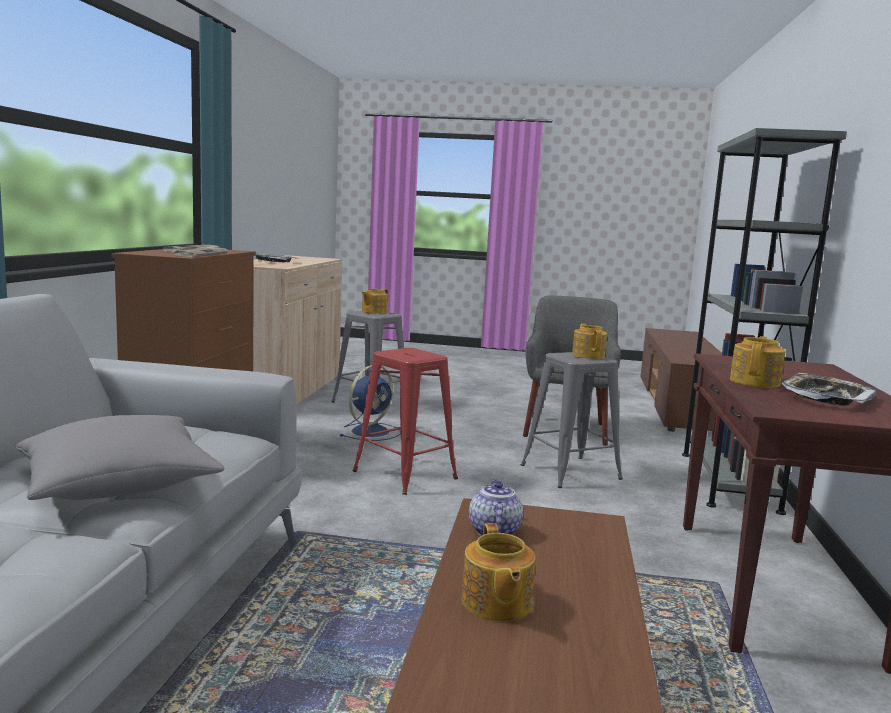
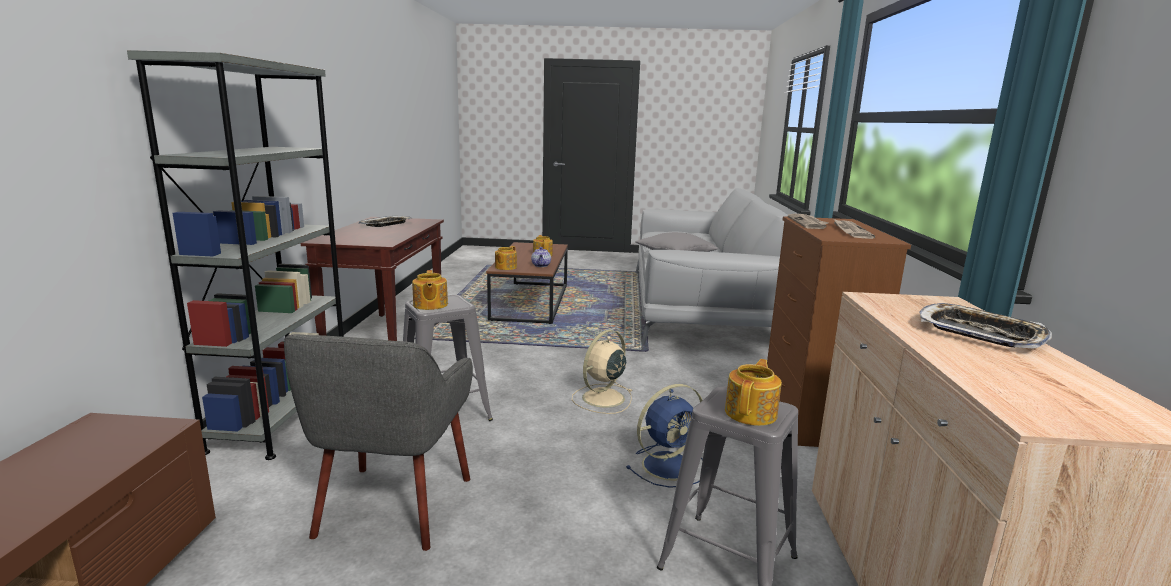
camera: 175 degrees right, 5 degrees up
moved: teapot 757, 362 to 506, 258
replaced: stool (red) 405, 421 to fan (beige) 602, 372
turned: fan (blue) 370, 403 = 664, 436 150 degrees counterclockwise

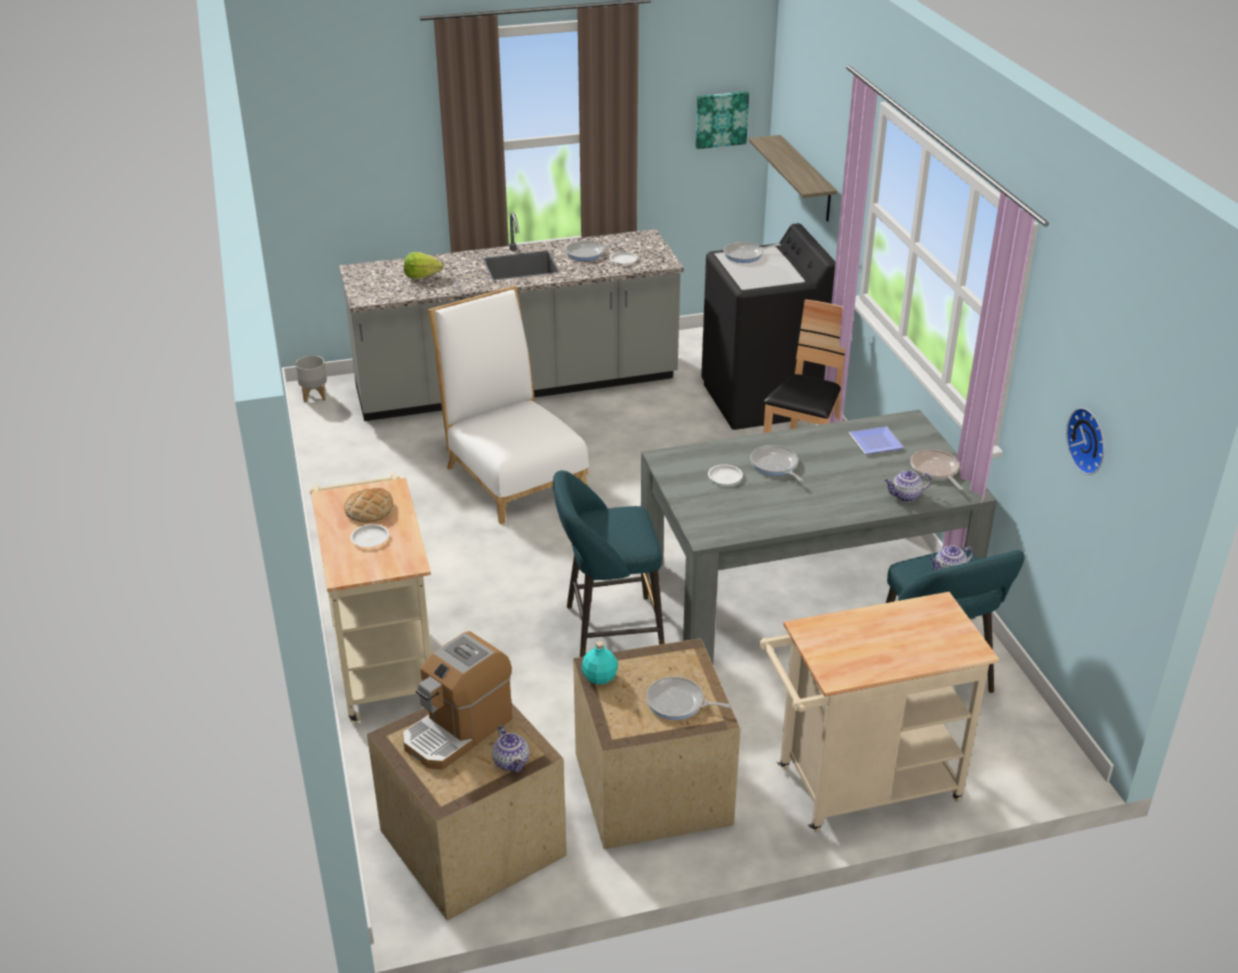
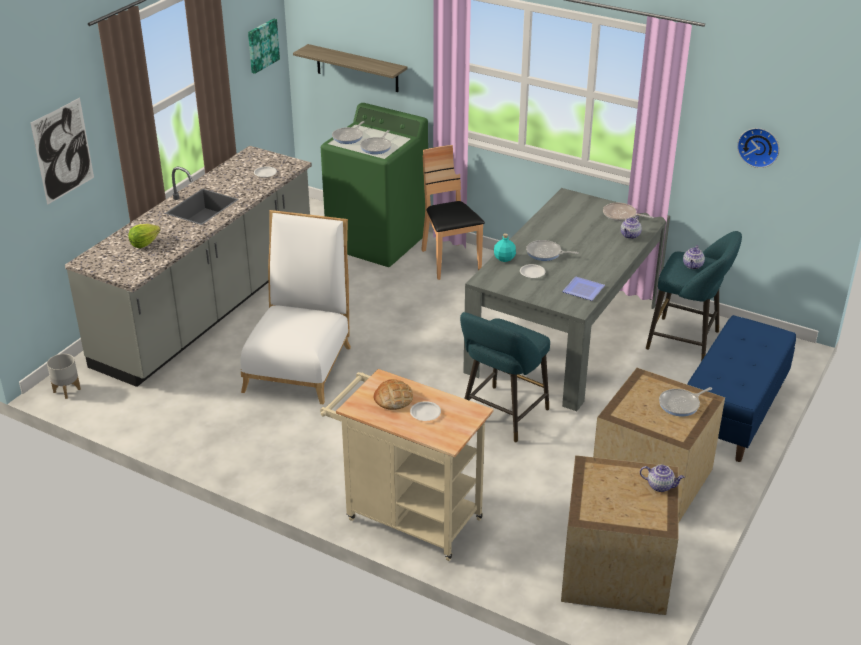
camera: 45 degrees left, 0 degrees up
removed: coffee machine 457, 700
added: picture 62, 151
moved: frying pan 593, 251 to 376, 142; bottle (turquoise) 599, 663 to 505, 247; plate 876, 440 to 583, 288
replaced: cart (beige) 879, 712 to bench (blue) 741, 388
recoloured: washing machine (black) 768, 326 to washing machine (green) 374, 185
turned: chair (white) 508, 405 = 296, 307 90 degrees clockwise

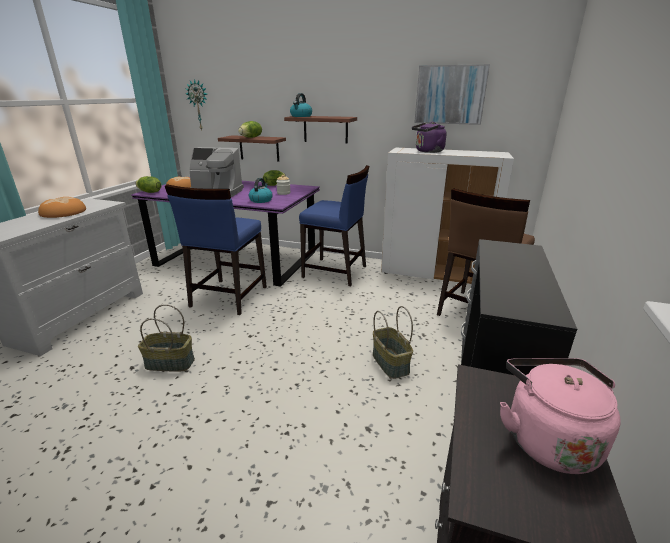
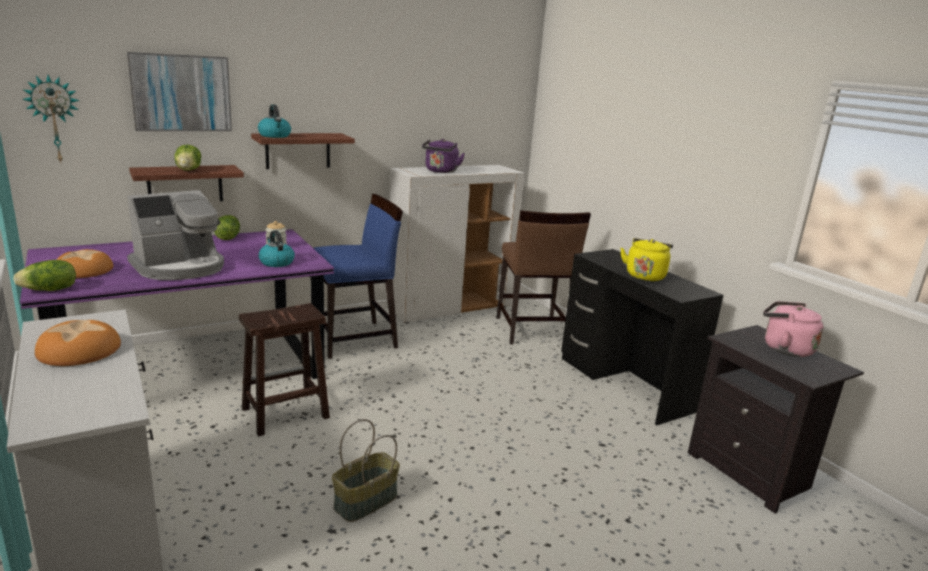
camera: 50 degrees left, 5 degrees down
removed: basket 393, 342
added: kettle (yellow) 647, 259
moved: picture 452, 94 to 179, 91
replaced: chair (blue) 216, 249 to stool (brown) 284, 369

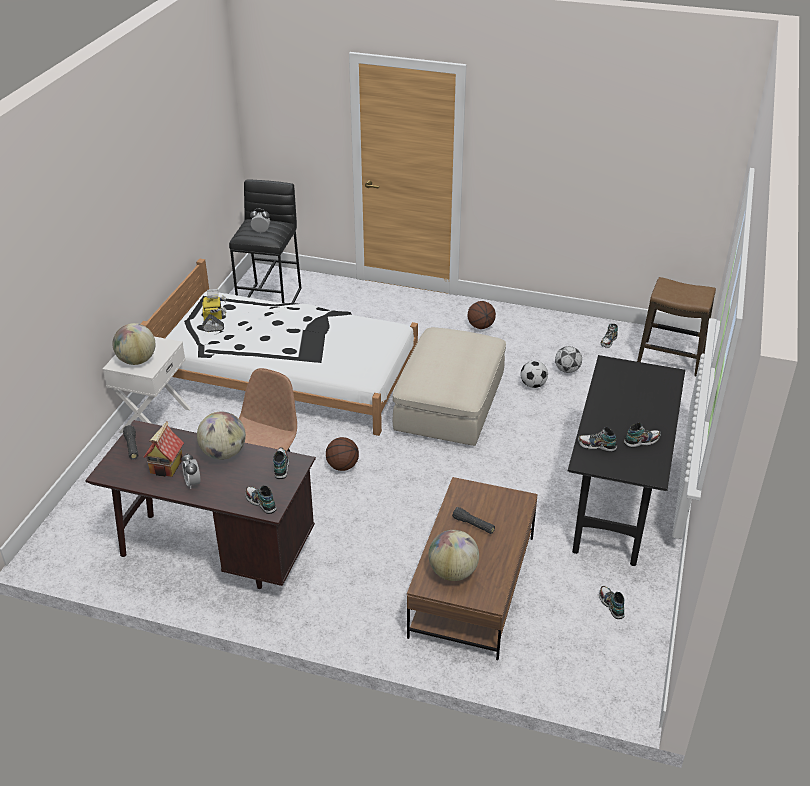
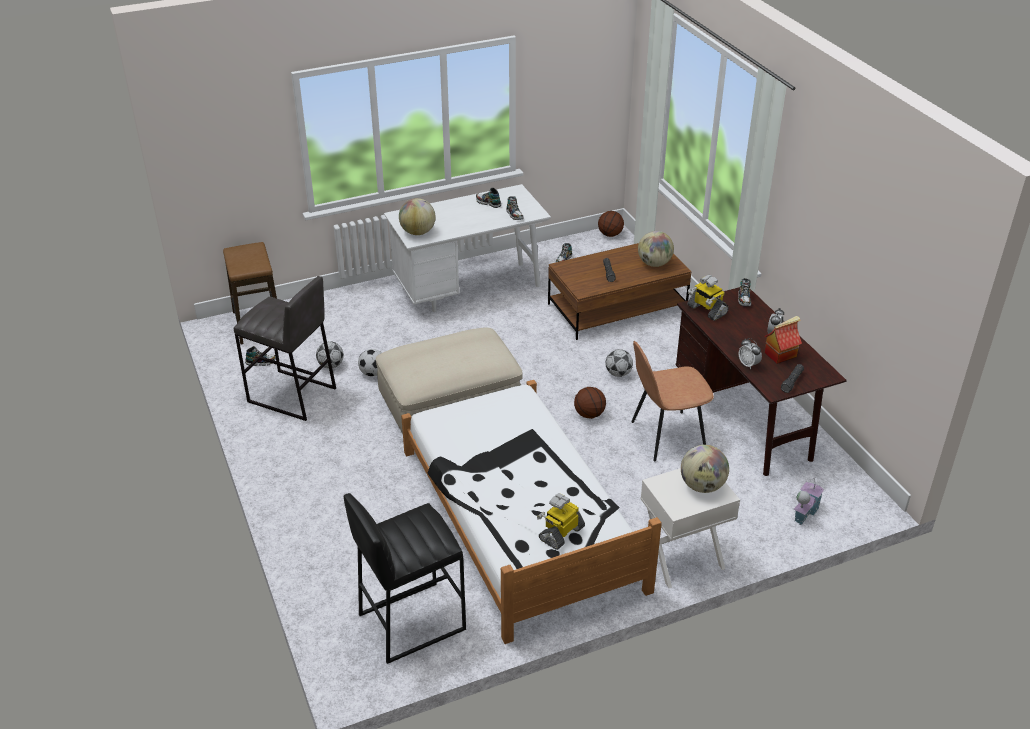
camera: 130 degrees left, 0 degrees up
added: stool (grey) 285, 348; football 619, 363; toy house 809, 501
moved: globe 221, 436 to 417, 216; alarm clock 260, 221 to 750, 353; basketball 482, 315 to 611, 224
replaced: shoe 281, 463 to toy robot 708, 298
recoloured: desk (black) 626, 460 to desk (white) 467, 248

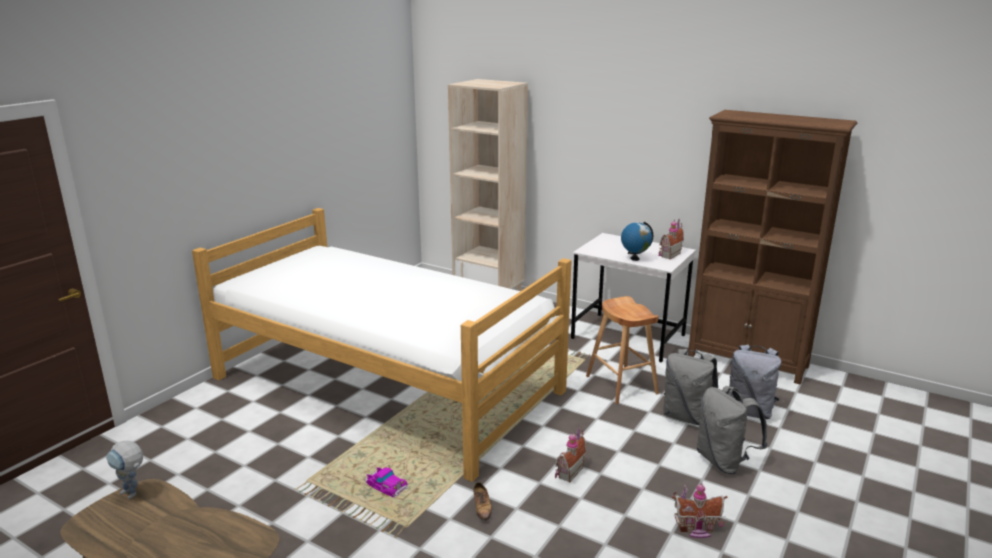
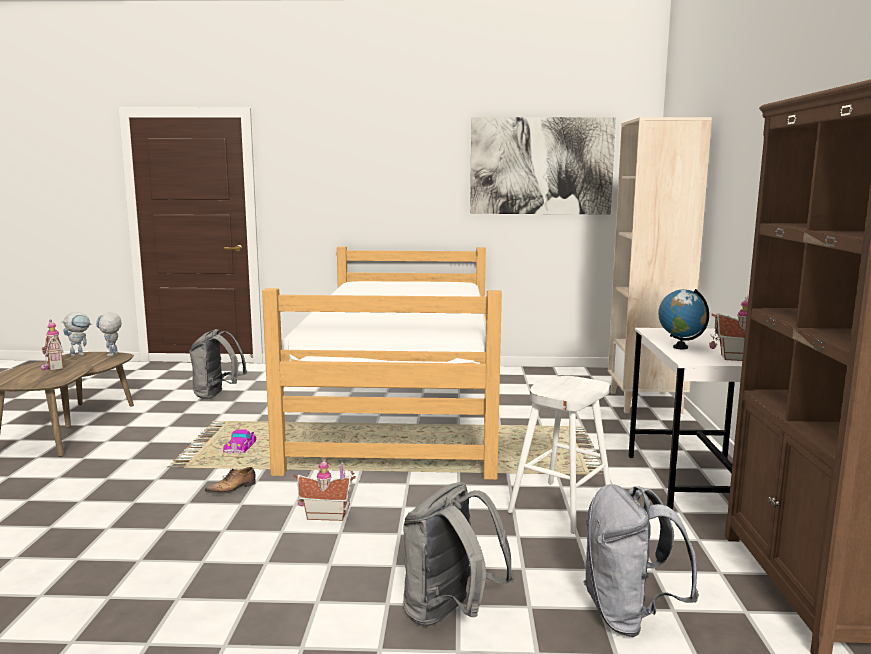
camera: 60 degrees right, 10 degrees down
added: toy robot 76, 334; picture 543, 165
moved: backpack (grey) 690, 387 to 218, 364; toy house 700, 510 to 52, 344
recoloured: stool (brown) 622, 350 to stool (white) 559, 455

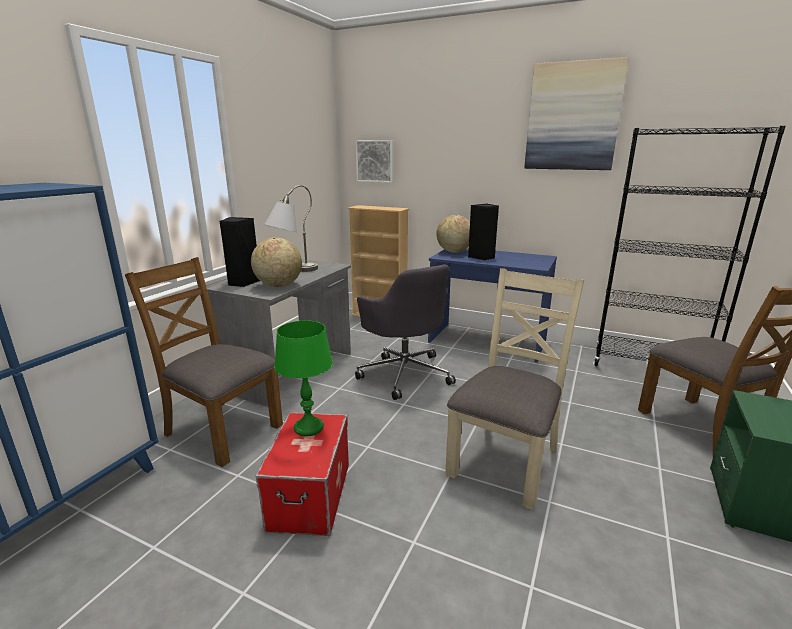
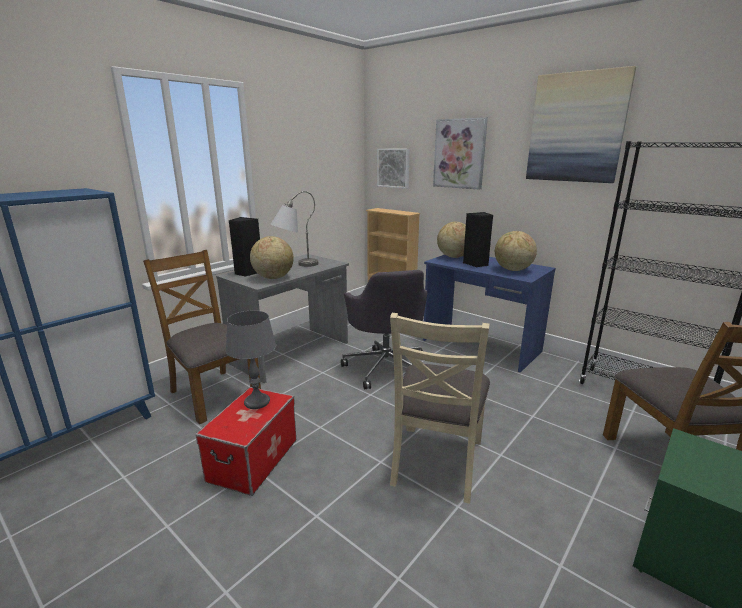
camera: 15 degrees right, 0 degrees up
added: picture 460, 153; globe 516, 251
recoloured: table lamp (green) 303, 378 to table lamp (grey) 251, 360
turned: chair (beige) 514, 389 = 440, 408 150 degrees clockwise

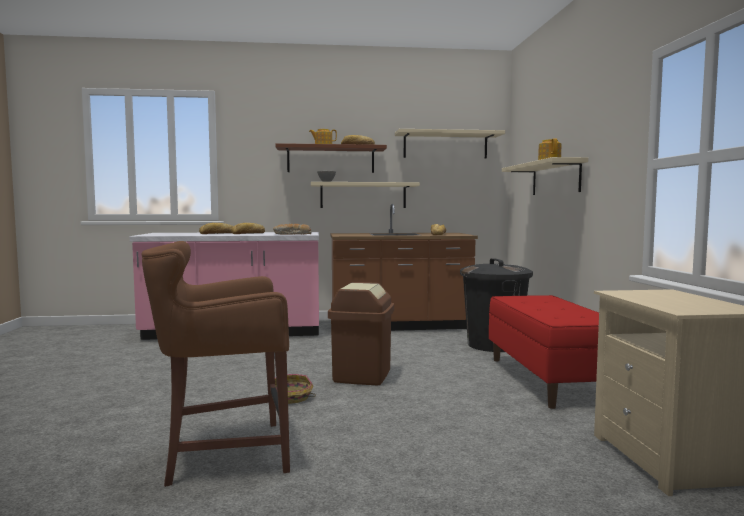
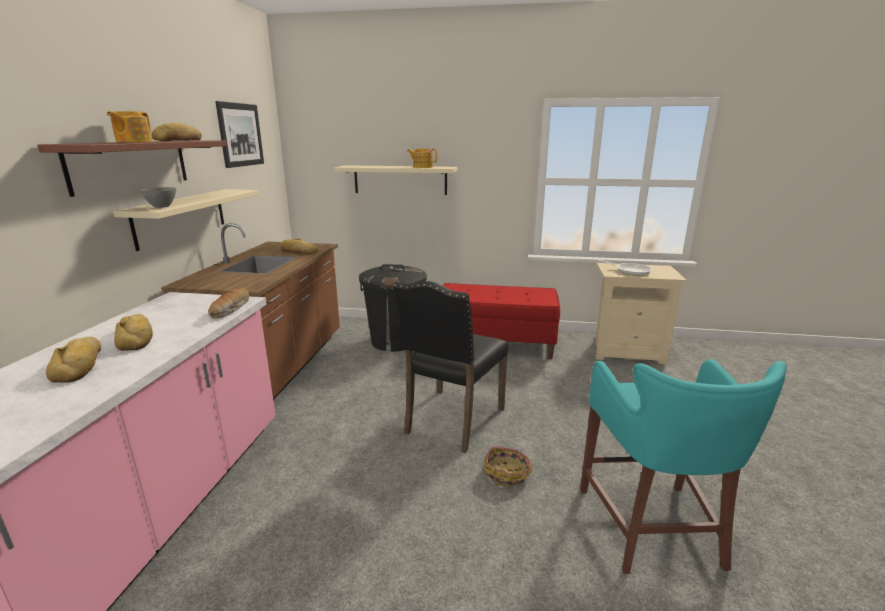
camera: 75 degrees left, 15 degrees up
added: frying pan 623, 267
replaced: trash can (brown) 361, 333 to chair (black) 450, 367; shelf (beige) 450, 144 to picture 239, 134
recoloured: stool (brown) 215, 364 to stool (turquoise) 683, 466

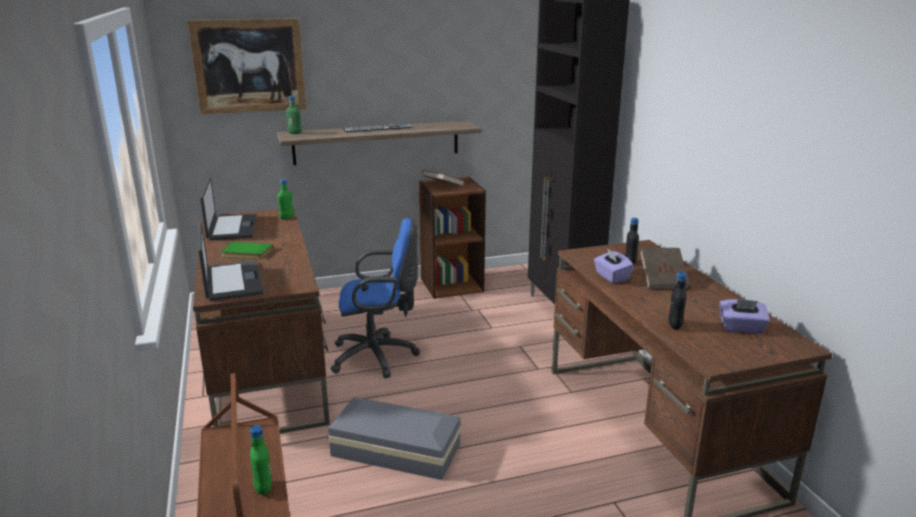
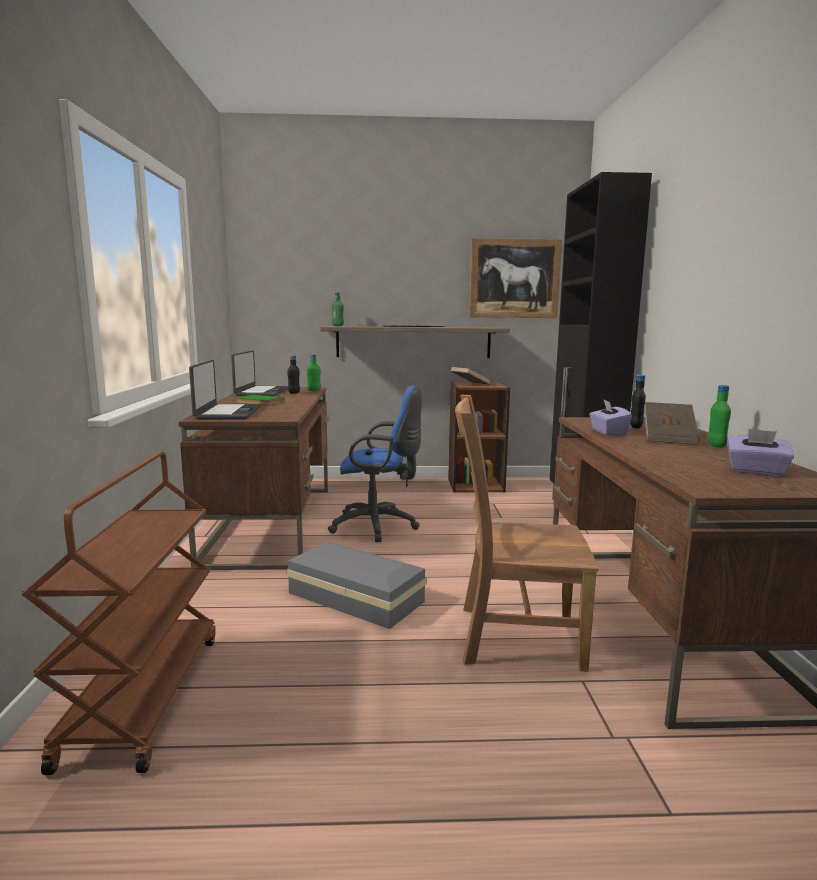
camera: 15 degrees right, 10 degrees down
added: chair (brown) 527, 533
moved: picture 246, 66 to 515, 278; bottle (green) 261, 460 to 719, 416; bottle (black) 678, 301 to 293, 374

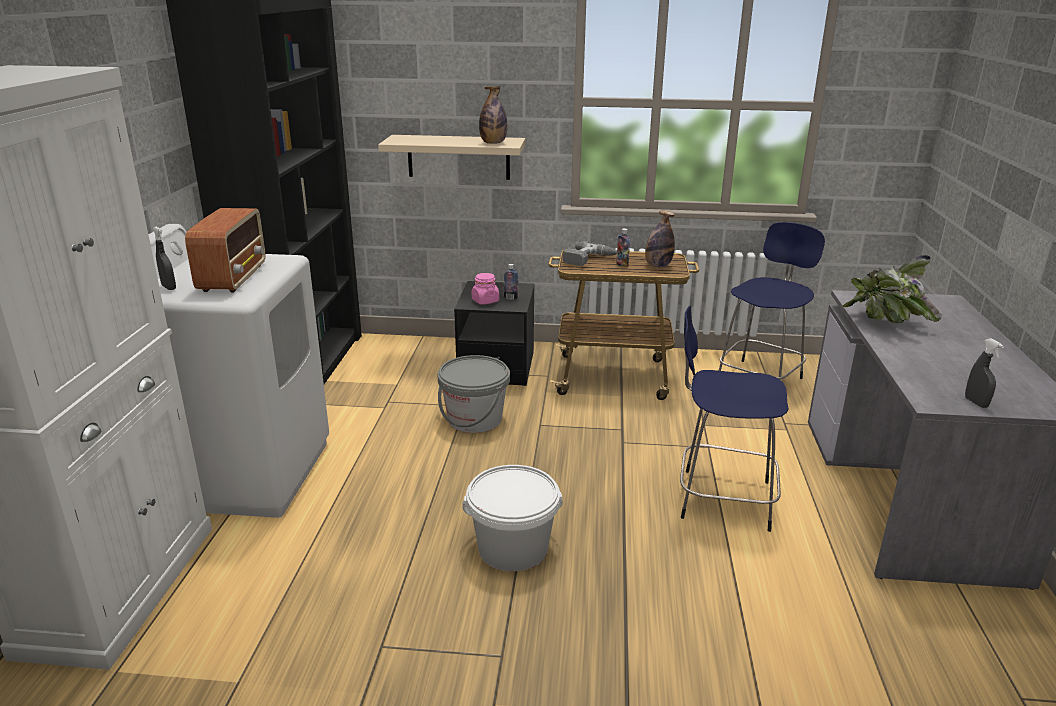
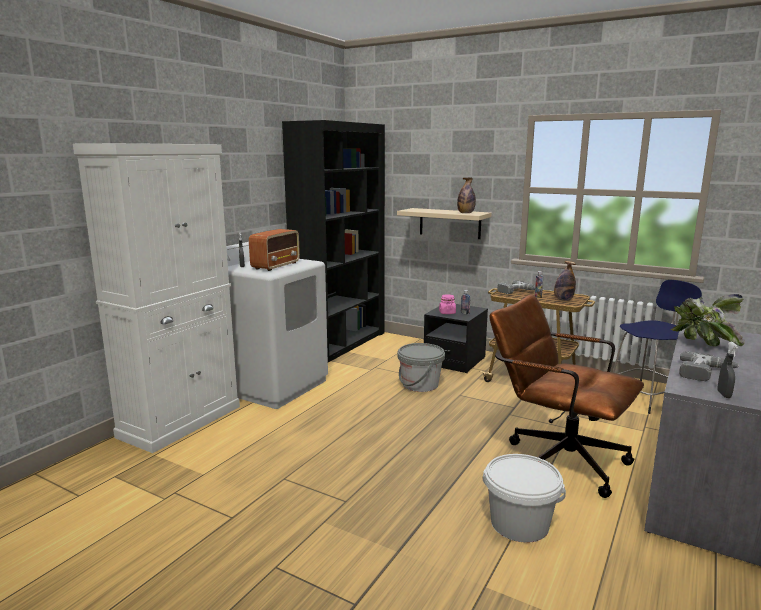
camera: 25 degrees right, 10 degrees down
added: power drill 709, 366
moved: bucket (white) 512, 518 to 524, 498
replaced: stool (blue) 734, 419 to office chair (brown) 566, 396

